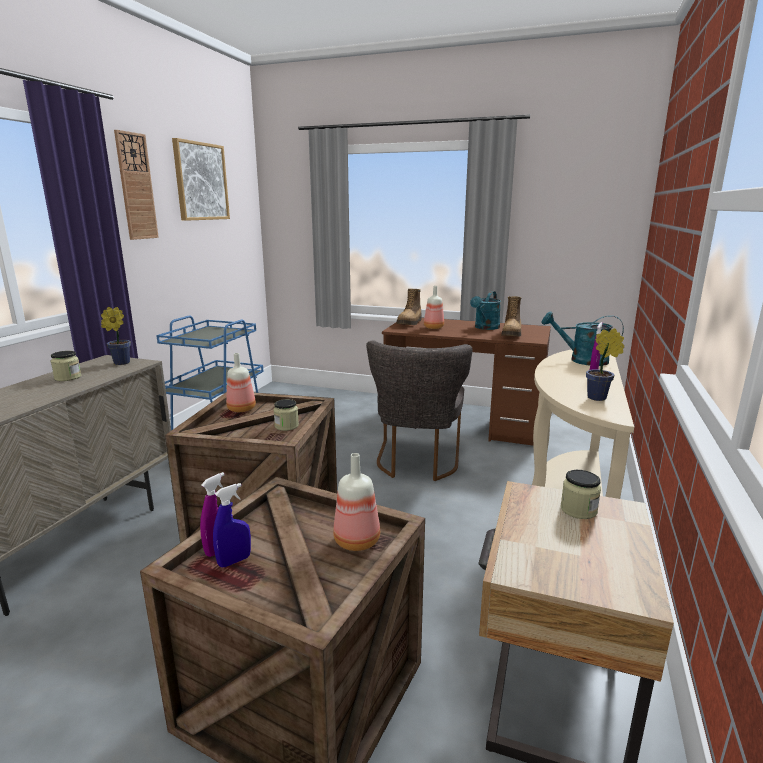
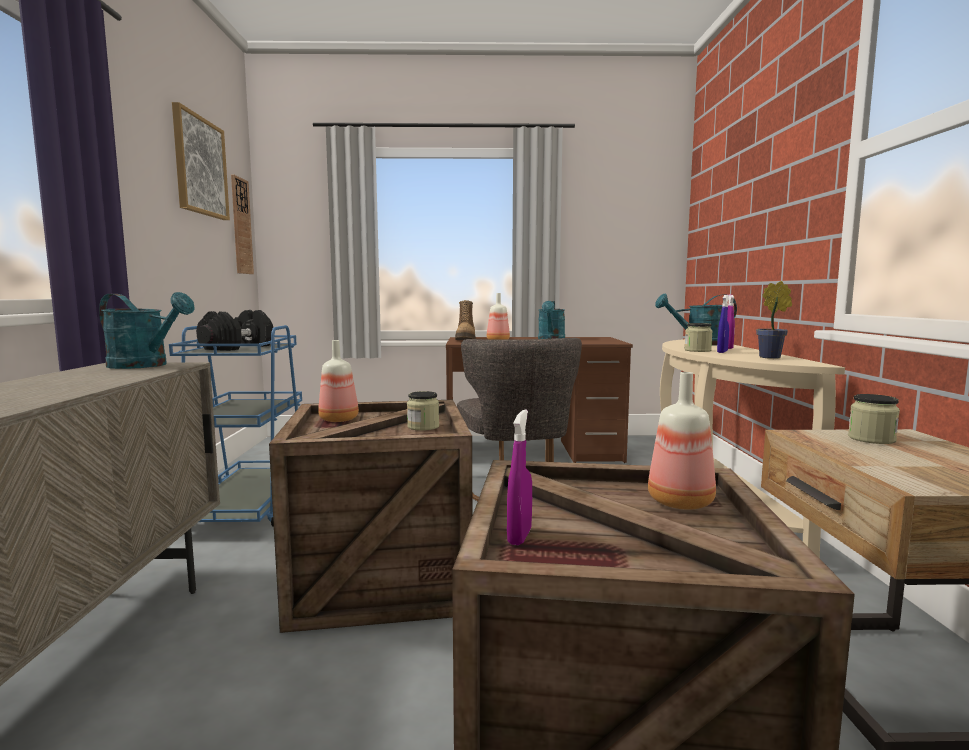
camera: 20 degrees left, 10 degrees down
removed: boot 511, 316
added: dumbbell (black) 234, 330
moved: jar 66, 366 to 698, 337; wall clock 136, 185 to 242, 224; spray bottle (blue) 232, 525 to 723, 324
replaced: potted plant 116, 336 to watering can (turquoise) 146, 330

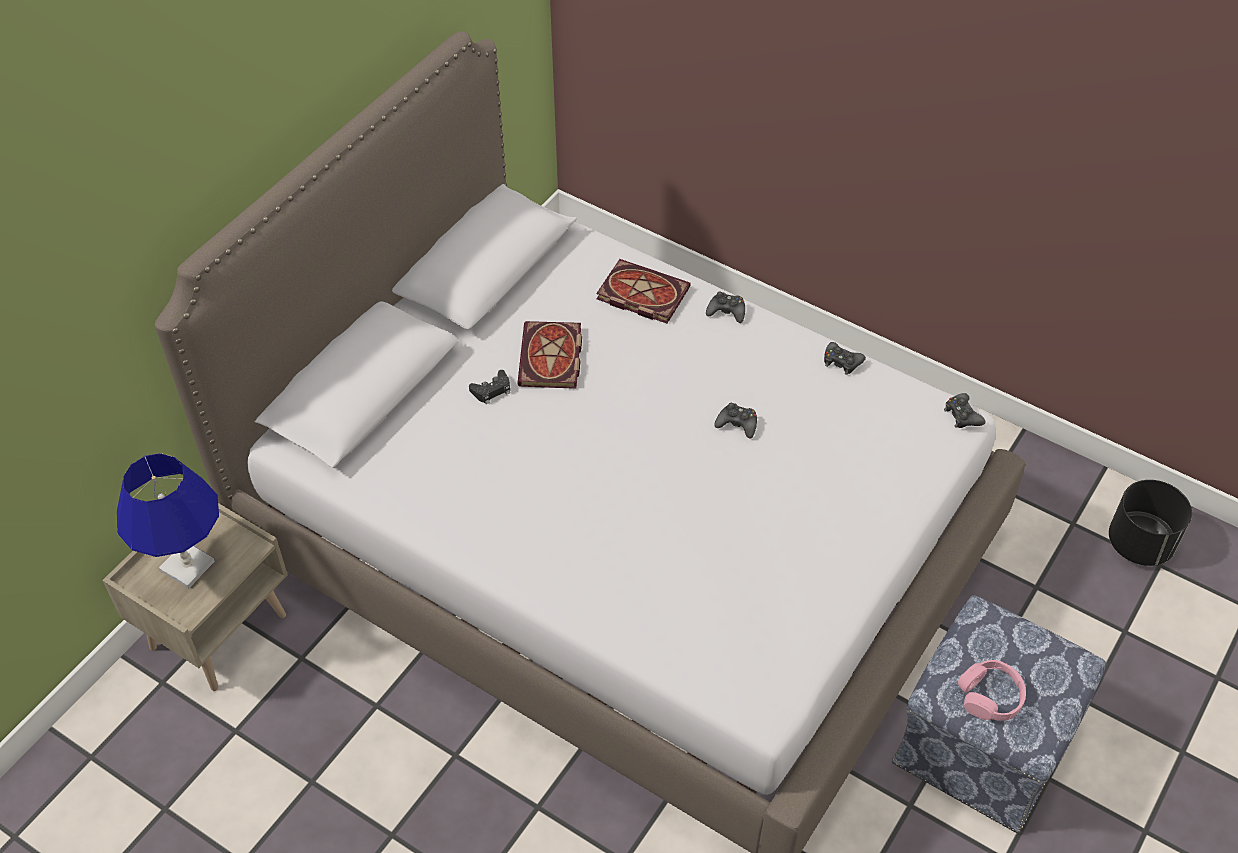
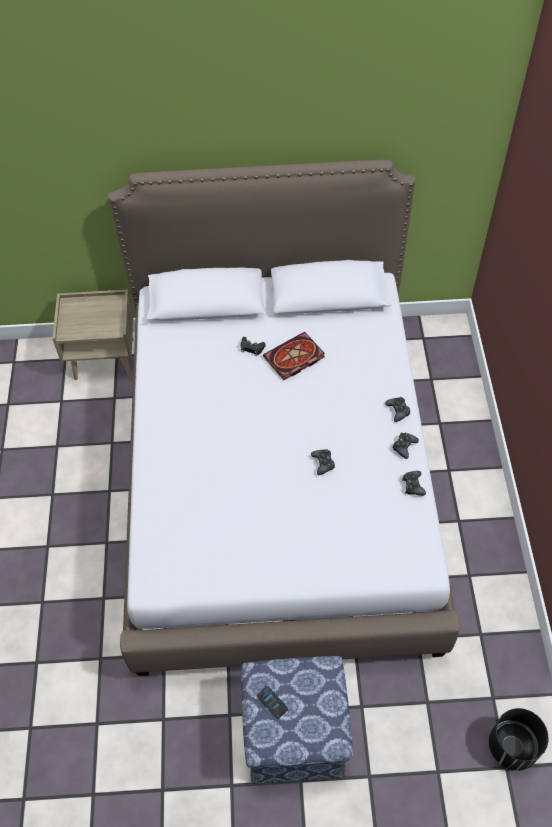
camera: 55 degrees right, 5 degrees up
removed: table lamp (blue) 168, 521; book 643, 291
moved: game controller (black) 964, 410 to 405, 445
replaced: headphones (pink) 992, 690 to phone 272, 702

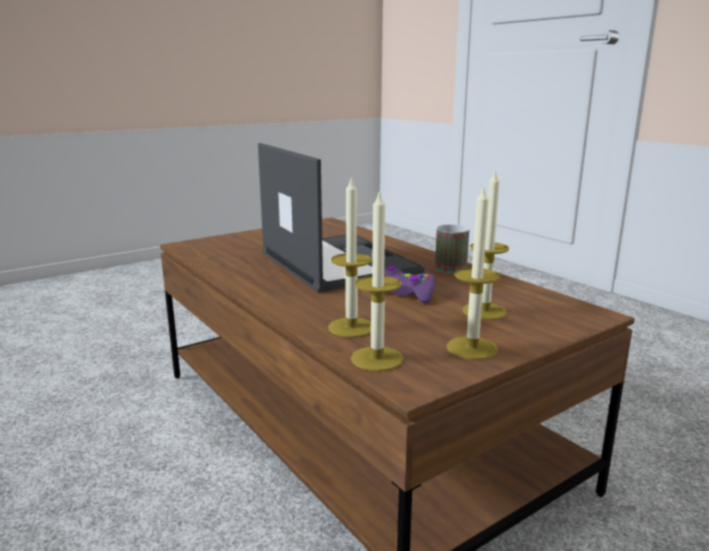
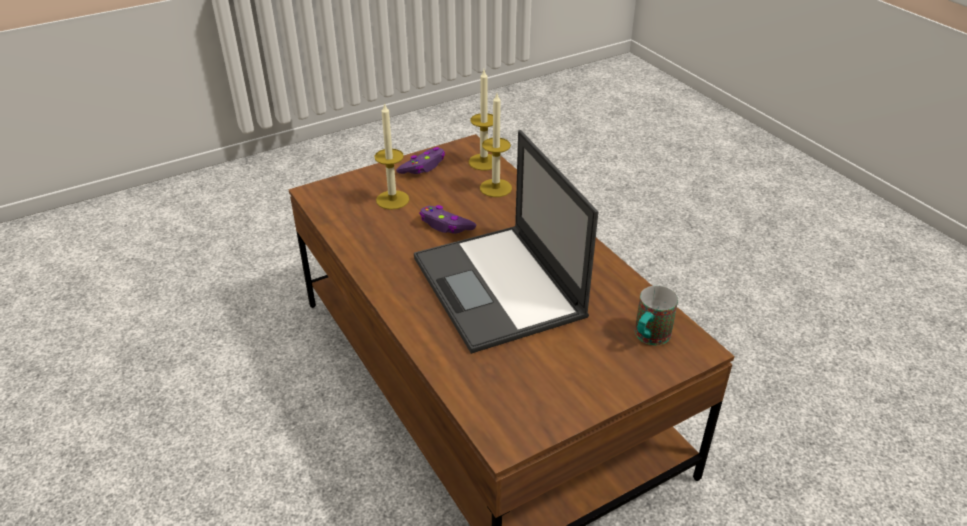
camera: 175 degrees left, 20 degrees up
moved: mug 452, 249 to 656, 315
replaced: candle 473, 272 to game controller (purple) 420, 160

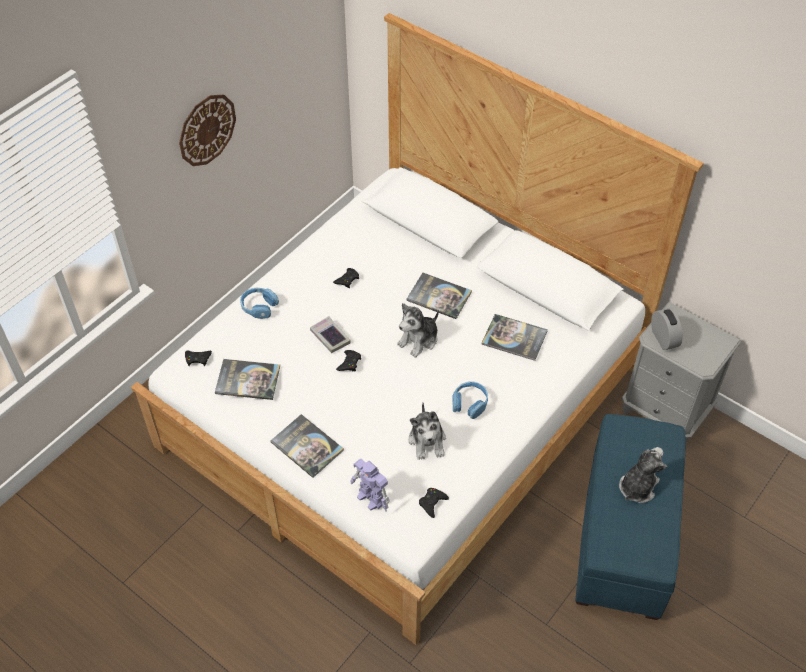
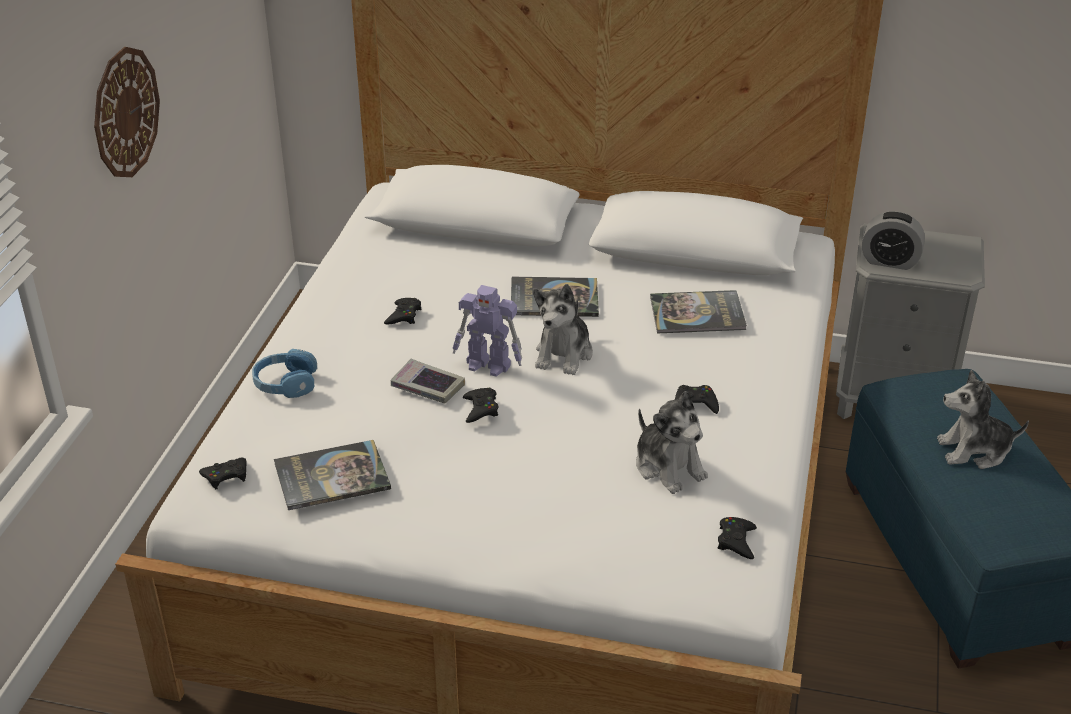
camera: 25 degrees left, 15 degrees down
removed: book 307, 446
moved: toy robot 370, 485 to 487, 331
replaced: headphones (blue) 470, 400 to game controller (black) 697, 399
turned: plush toy 643, 475 = 983, 419 105 degrees counterclockwise; alarm clock 667, 329 = 893, 240 150 degrees clockwise

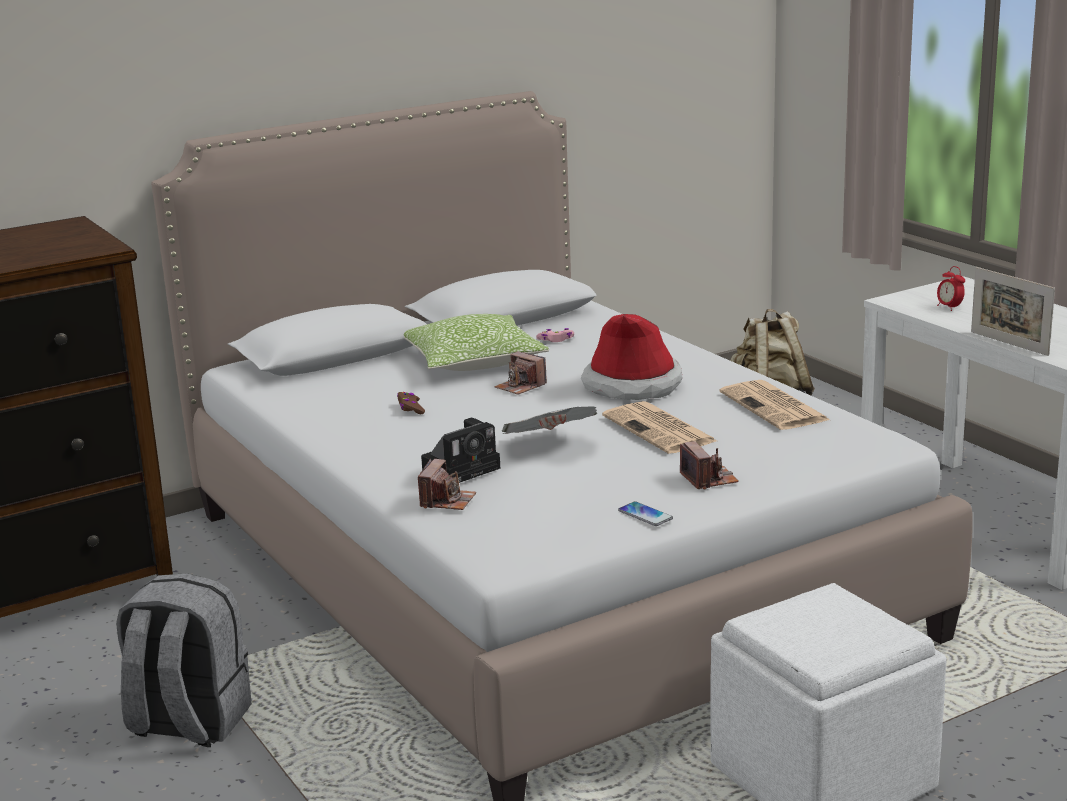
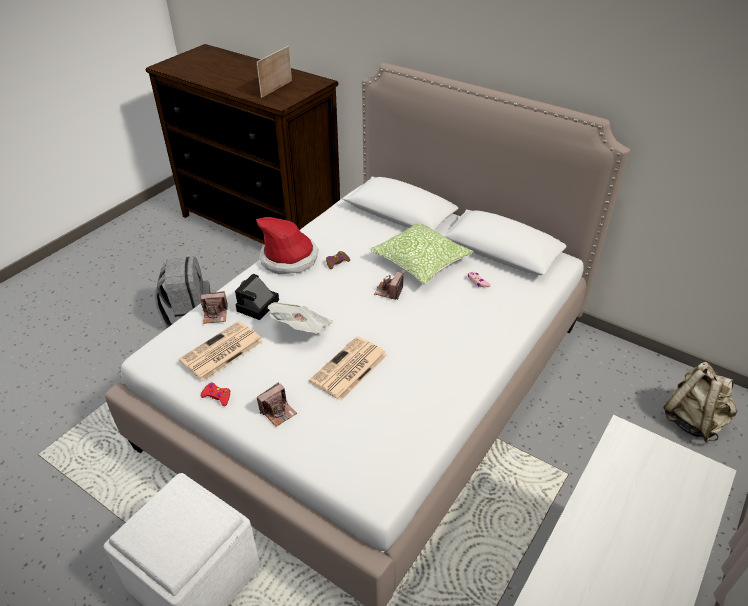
camera: 65 degrees right, 20 degrees up
removed: alarm clock 951, 288
moved: hat 631, 357 to 287, 245; newspaper 774, 405 to 221, 351; picture frame 1013, 311 to 274, 72
replaced: phone 645, 513 to game controller (red) 215, 394
turned: photo camera 460, 450 = 257, 297 90 degrees clockwise

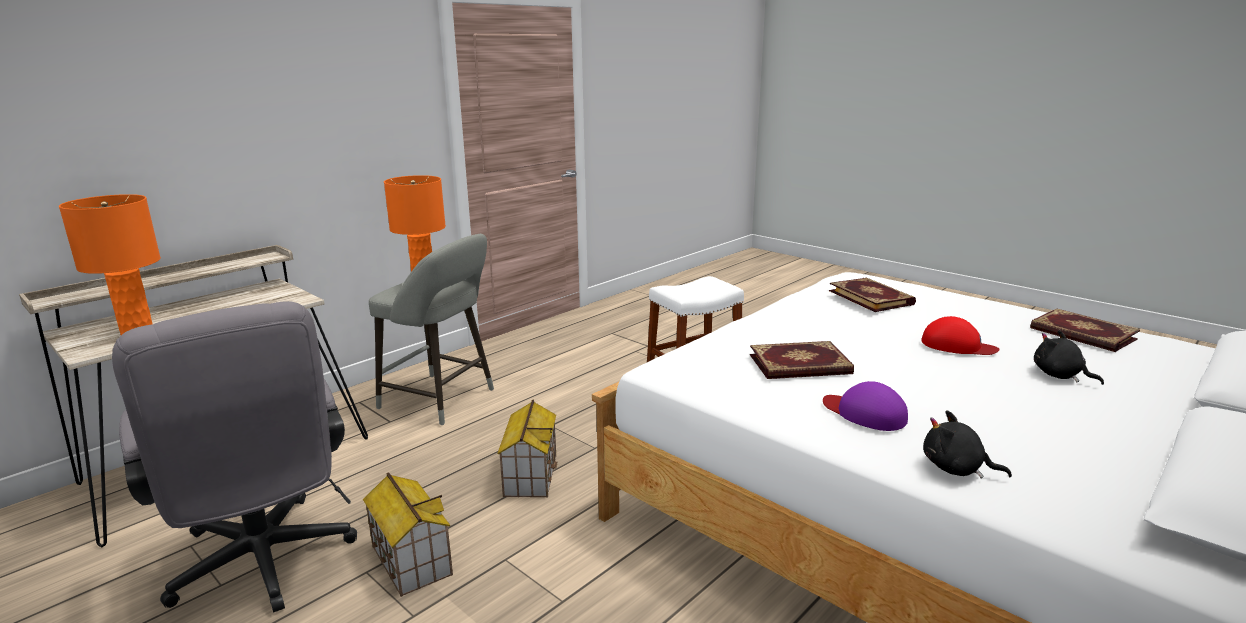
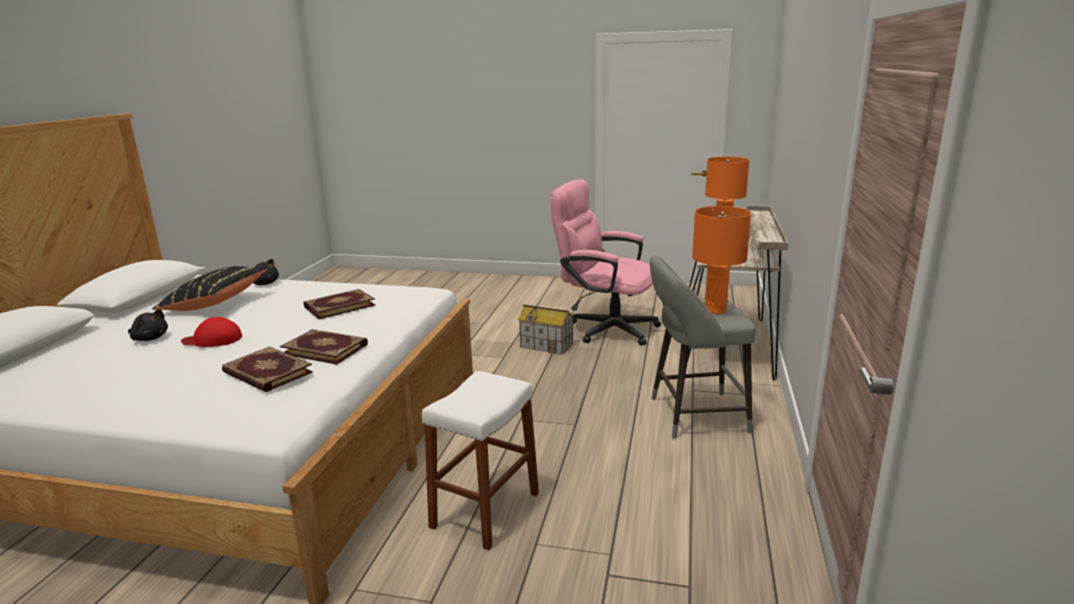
camera: 150 degrees right, 0 degrees up
removed: toy house 527, 448; cap (purple) 865, 406
added: pillow (black) 209, 288
moved: book 1085, 330 to 324, 347
recoloured: office chair (grey) 234, 457 to office chair (pink) 606, 262

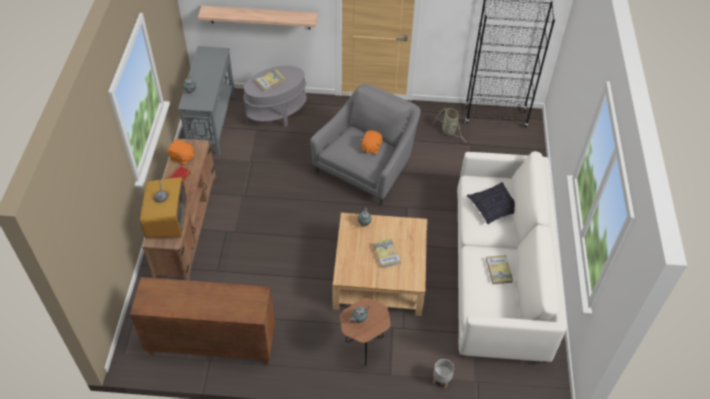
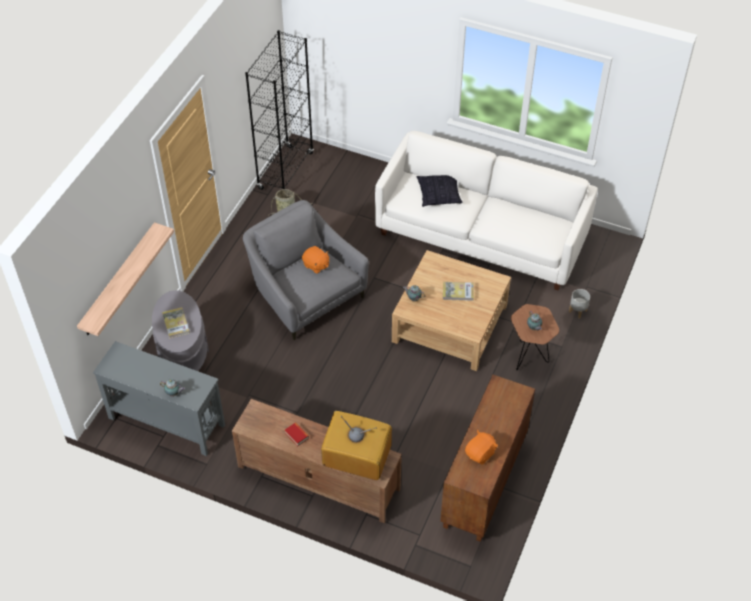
camera: 70 degrees left, 0 degrees up
removed: book 499, 269
moved: plush toy (orange) 181, 152 to 481, 447

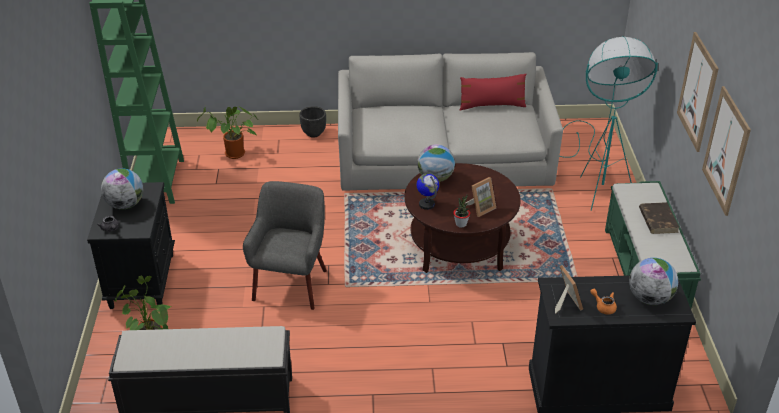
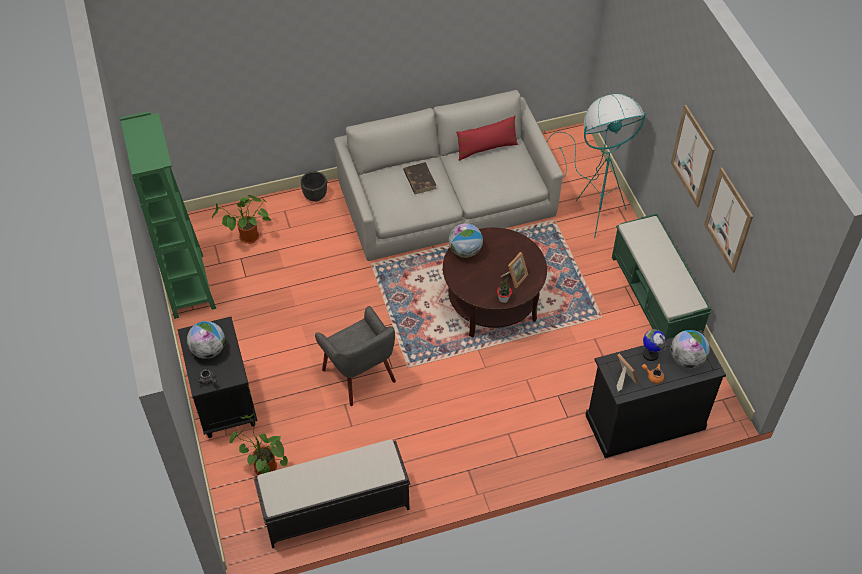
camera: 15 degrees left, 15 degrees up
moved: globe 427, 192 to 655, 345; book (brown) 659, 218 to 419, 178
turned: armchair (grey) 285, 245 = 355, 356 150 degrees clockwise

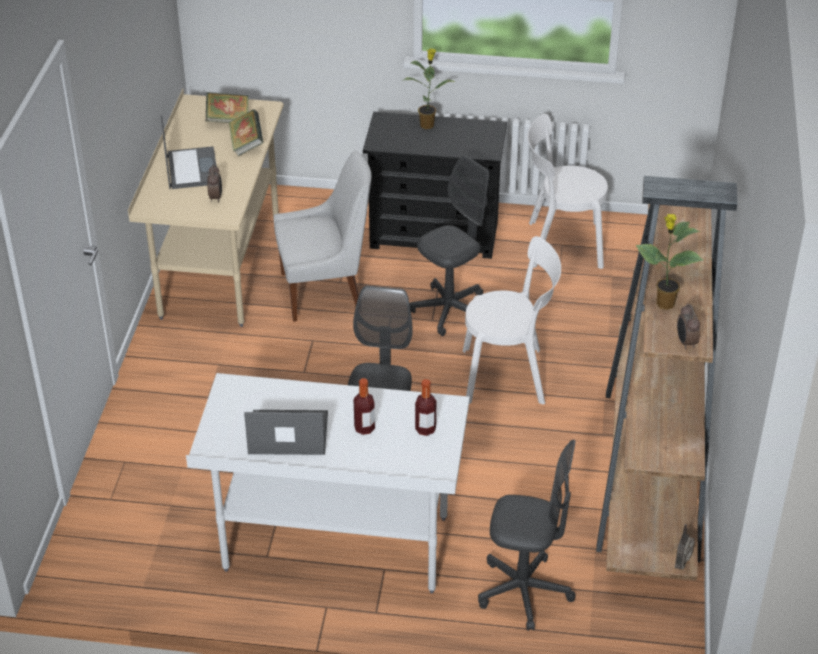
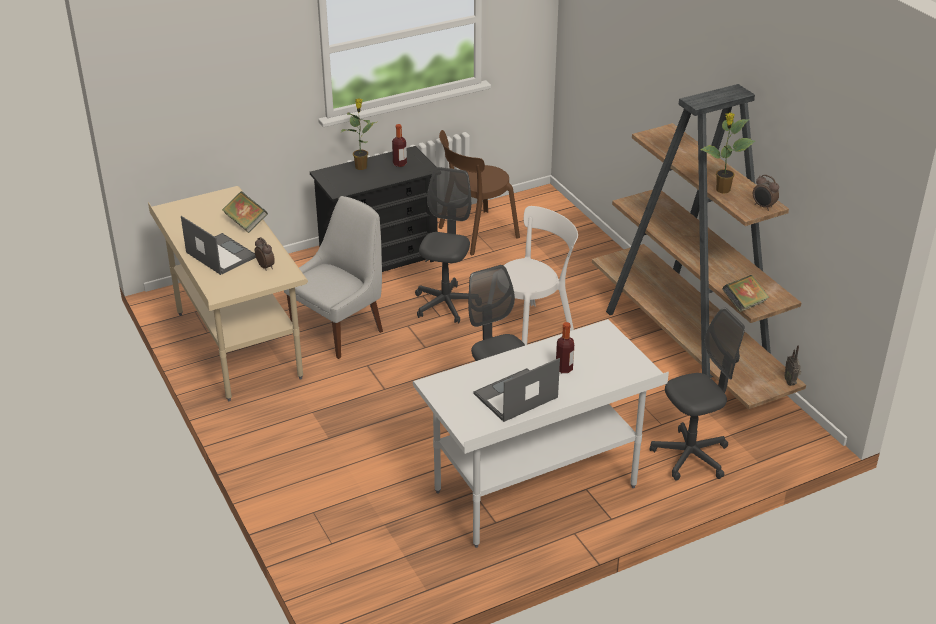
camera: 35 degrees left, 5 degrees down
moved: book 227, 107 to 745, 293; bottle 425, 407 to 399, 145
recoloured: chair (white) 567, 191 to chair (brown) 479, 192

